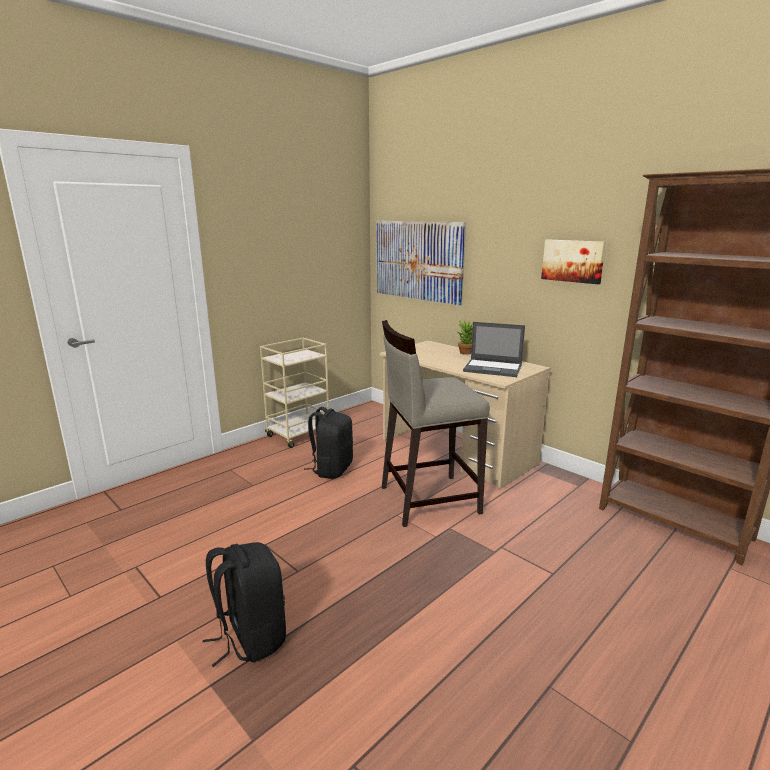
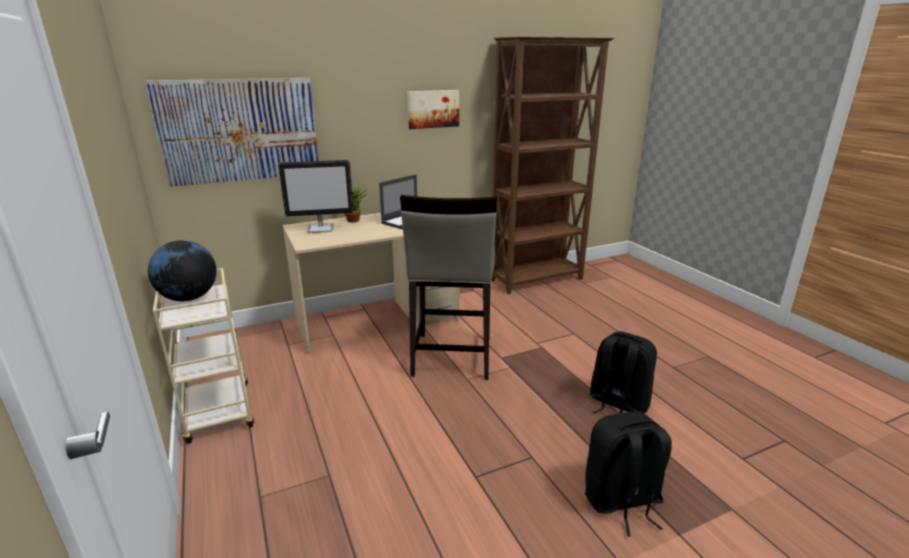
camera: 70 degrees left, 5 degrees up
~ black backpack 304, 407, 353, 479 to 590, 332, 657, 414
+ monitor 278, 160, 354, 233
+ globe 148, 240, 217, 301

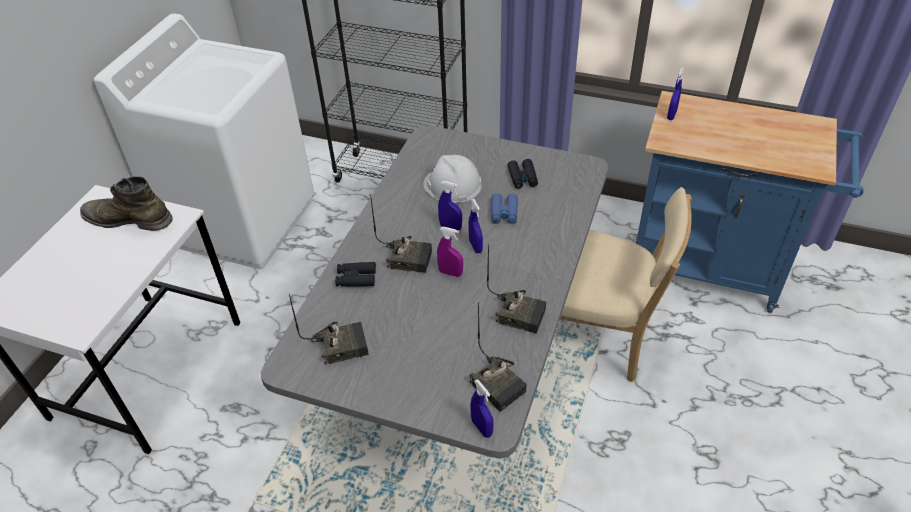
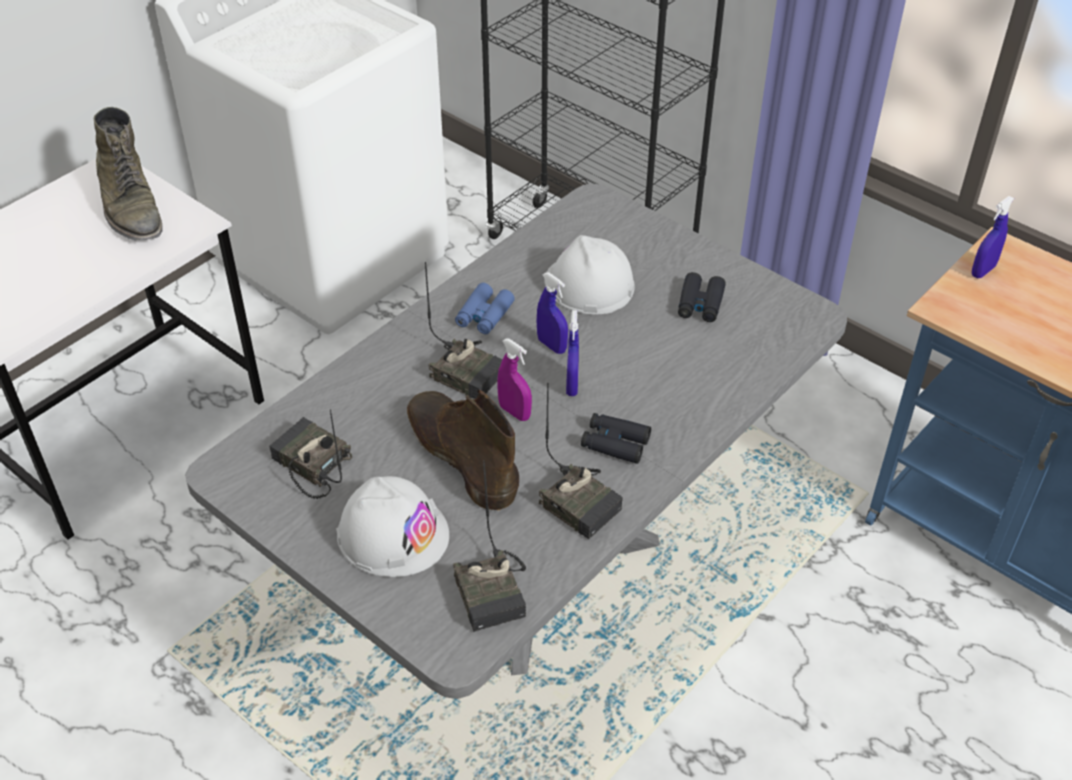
camera: 20 degrees right, 0 degrees up
~ green boot 80, 176, 173, 231 = 94, 107, 163, 241 150 degrees counterclockwise
- beige chair 560, 187, 692, 382
~ blue binoculars 491, 193, 518, 224 to 455, 283, 515, 334
~ black binoculars 335, 262, 376, 287 to 581, 413, 651, 464
~ radio 289, 294, 369, 365 = 269, 409, 352, 499 150 degrees counterclockwise
- blue spray bottle 470, 379, 494, 438
+ brown boot 407, 390, 519, 511
+ white hard hat 336, 476, 449, 577

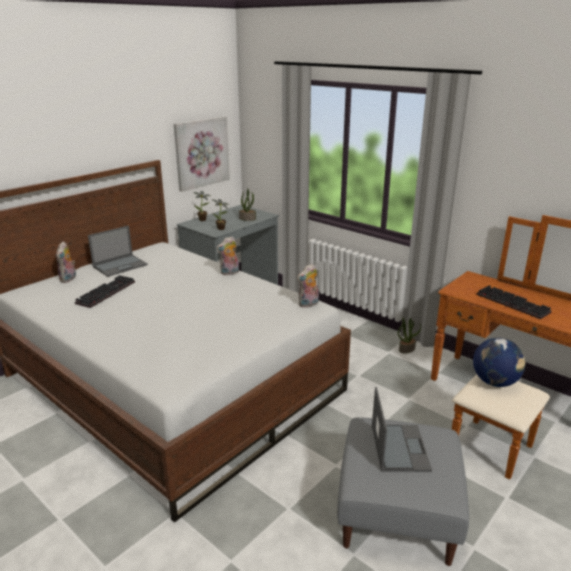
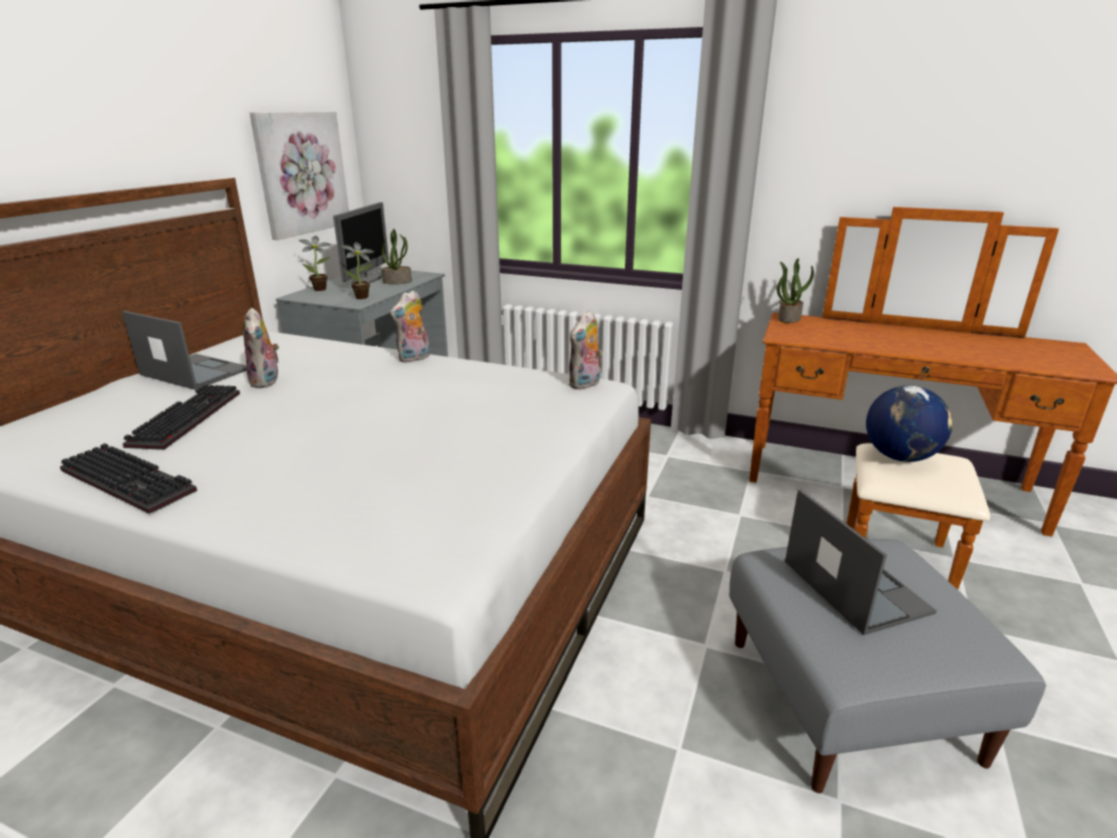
camera: 20 degrees left, 0 degrees up
~ laptop 88, 226, 148, 277 = 122, 311, 247, 390 90 degrees counterclockwise
~ plush toy 56, 241, 76, 283 to 243, 308, 279, 388
~ keyboard 477, 285, 552, 319 to 60, 443, 197, 514
~ potted plant 398, 317, 421, 353 to 777, 258, 814, 323
+ monitor 333, 202, 389, 283

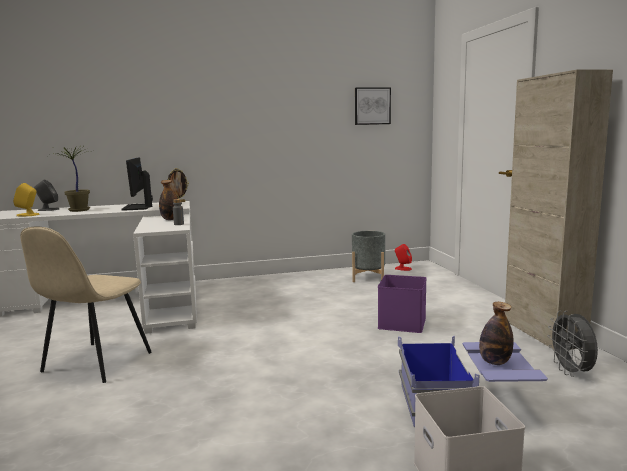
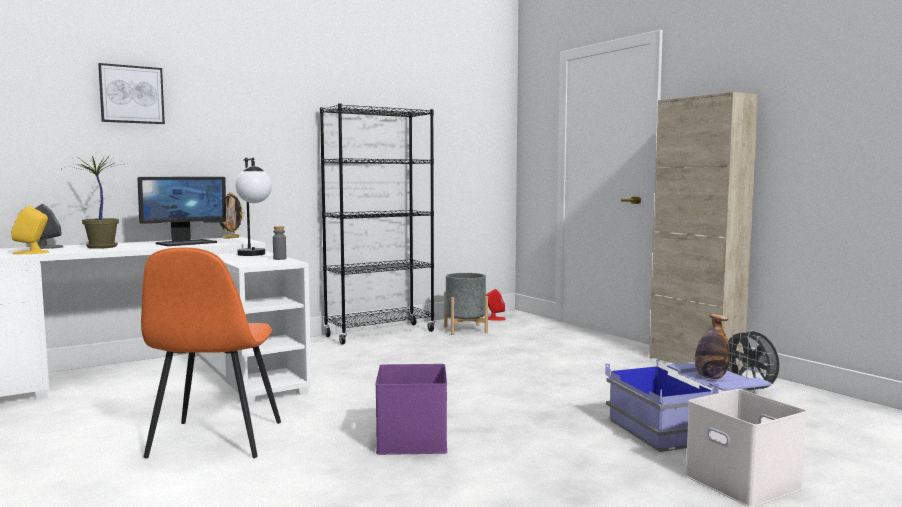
camera: 20 degrees left, 5 degrees down
~ picture 355, 87, 391, 125 to 98, 63, 165, 124
~ monitor 121, 157, 153, 211 = 137, 177, 226, 246 105 degrees counterclockwise
~ bottle 159, 180, 178, 220 to table lamp 235, 158, 272, 256
~ beige chair 20, 227, 152, 383 to orange chair 141, 247, 281, 458
~ purple storage box 378, 275, 427, 333 to 375, 364, 447, 455
+ black bookcase 320, 103, 435, 345

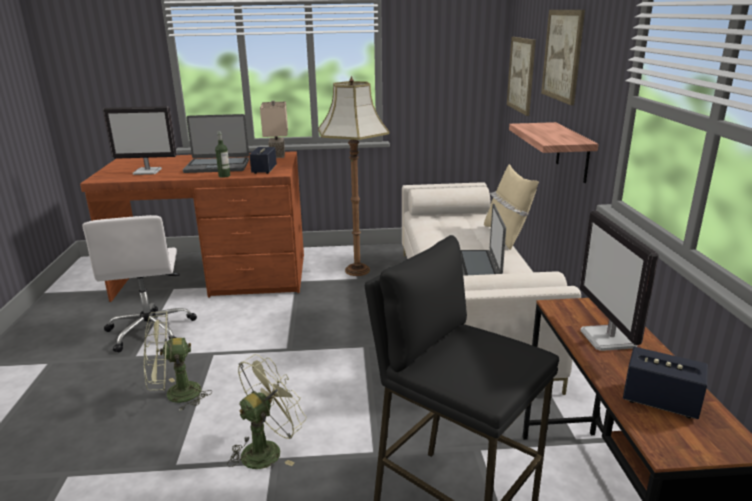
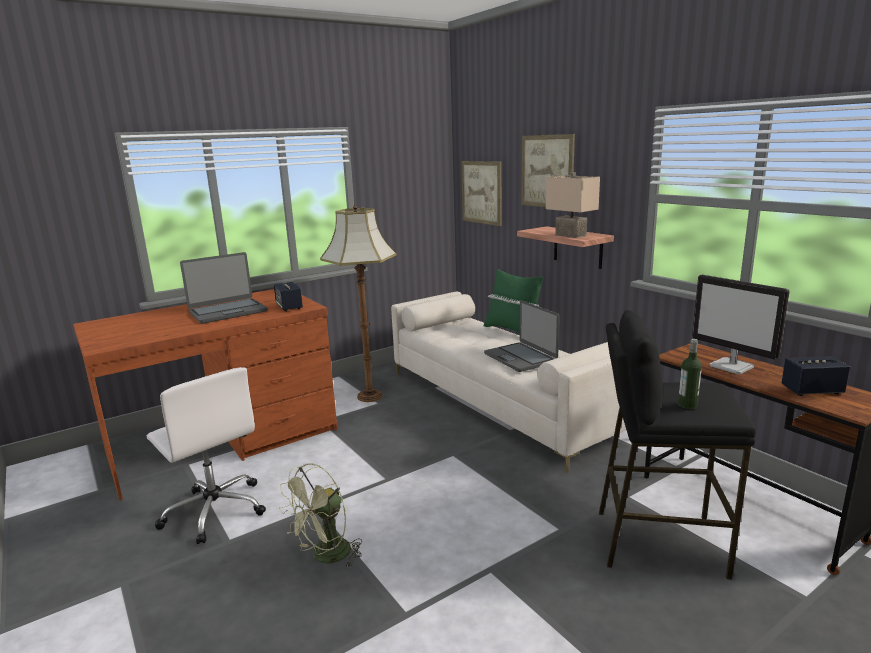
camera: 30 degrees left, 5 degrees down
~ beige table lamp 260, 101, 288, 158 to 546, 172, 600, 238
- monitor 103, 106, 177, 175
~ bottle 215, 132, 230, 178 to 678, 339, 702, 409
~ beige pillow 484, 164, 539, 250 to green pillow 484, 269, 544, 334
- green fan 227, 354, 307, 469

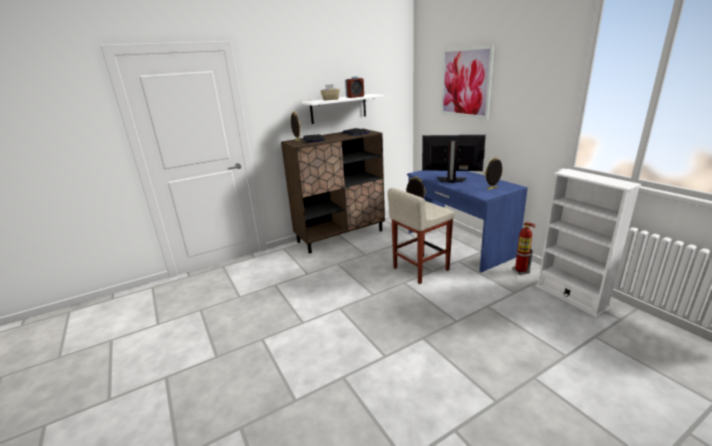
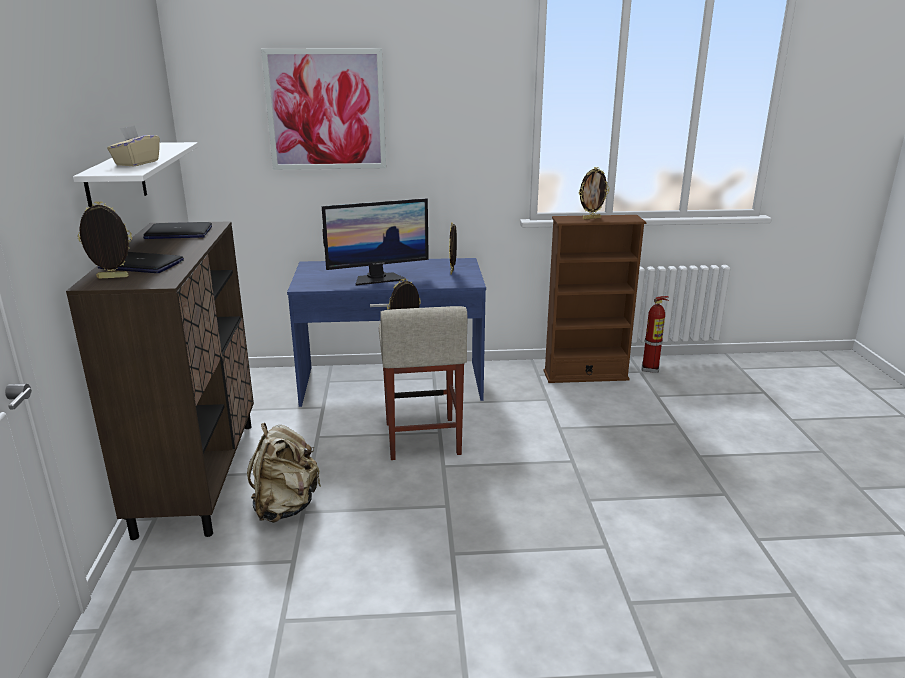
camera: 65 degrees left, 0 degrees up
- alarm clock 345, 76, 364, 98
~ monitor 422, 135, 486, 183 = 322, 198, 429, 286 150 degrees counterclockwise
~ white bookcase 536, 169, 642, 317 to brown bookcase 543, 215, 646, 383
~ fire extinguisher 513, 222, 536, 275 to 641, 296, 669, 373
+ picture frame 579, 167, 609, 220
+ beige backpack 247, 423, 322, 523

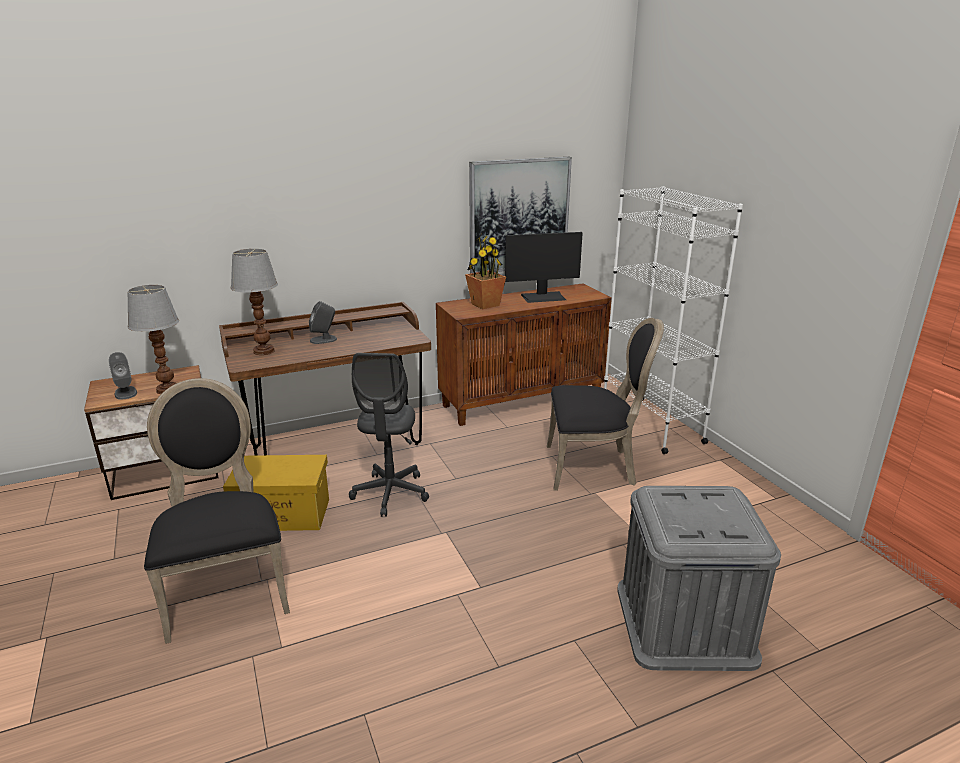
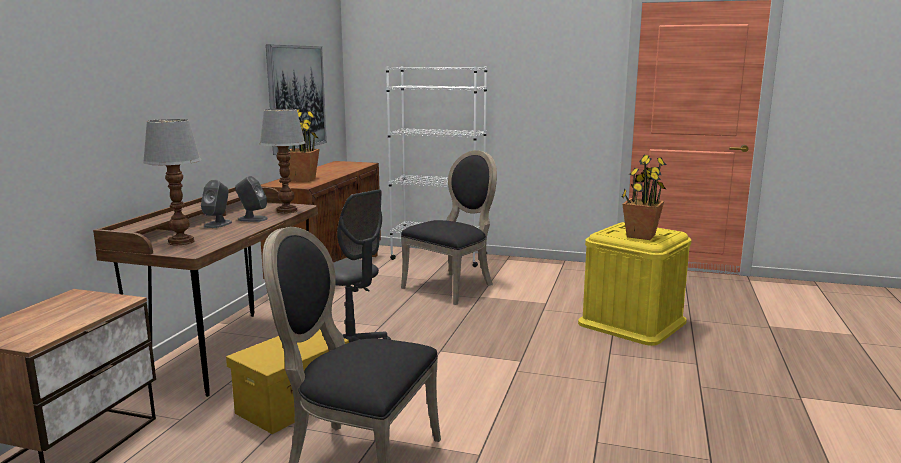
camera: 50 degrees left, 10 degrees down
- monitor 505, 232, 583, 303
~ table lamp 128, 285, 179, 394 to 260, 109, 305, 213
~ grey speaker 109, 352, 137, 400 to 235, 176, 268, 222
~ grey storage box 617, 486, 781, 671 to yellow storage box 578, 222, 692, 346
+ potted plant 622, 155, 666, 240

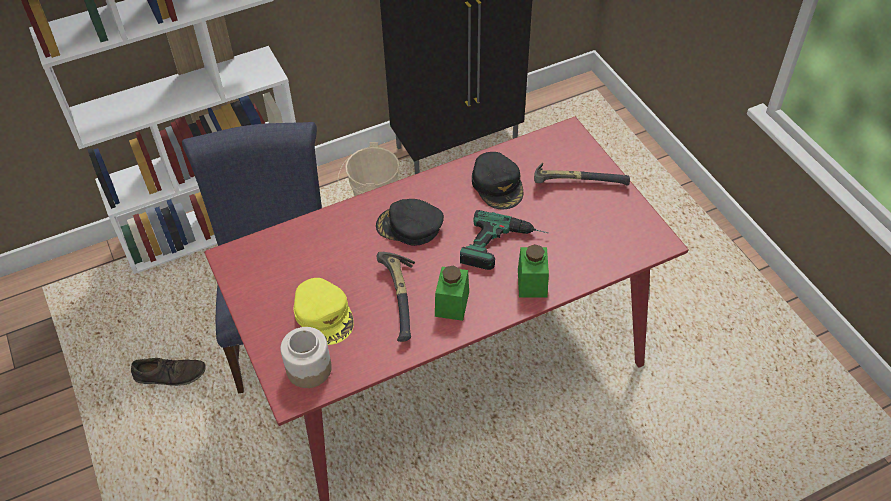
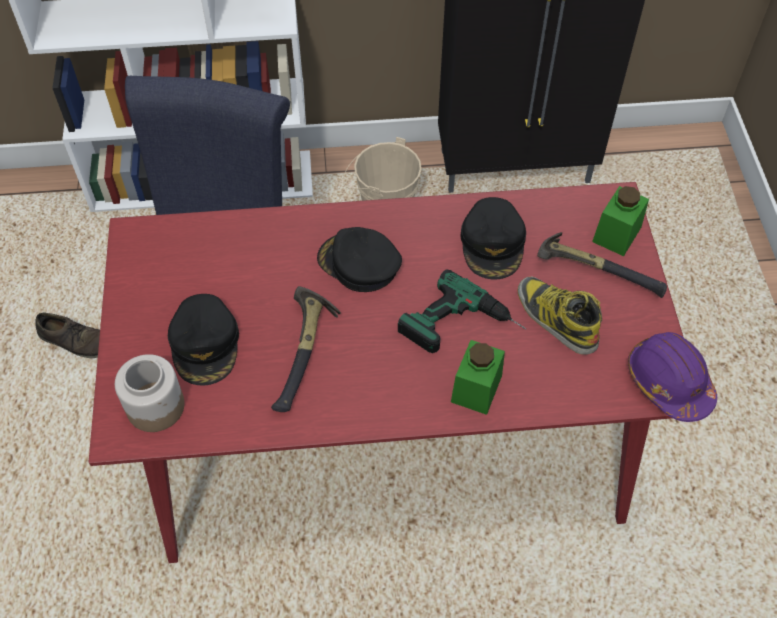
camera: 20 degrees right, 5 degrees up
~ green jar 435, 266, 469, 321 to 592, 186, 649, 256
~ yellow cap 294, 278, 354, 345 to black cap 168, 294, 239, 385
+ boot 518, 277, 602, 355
+ purple hard hat 628, 332, 717, 422

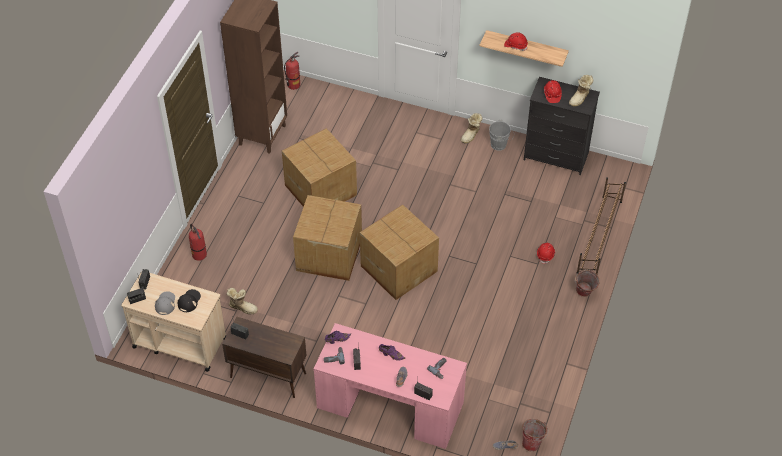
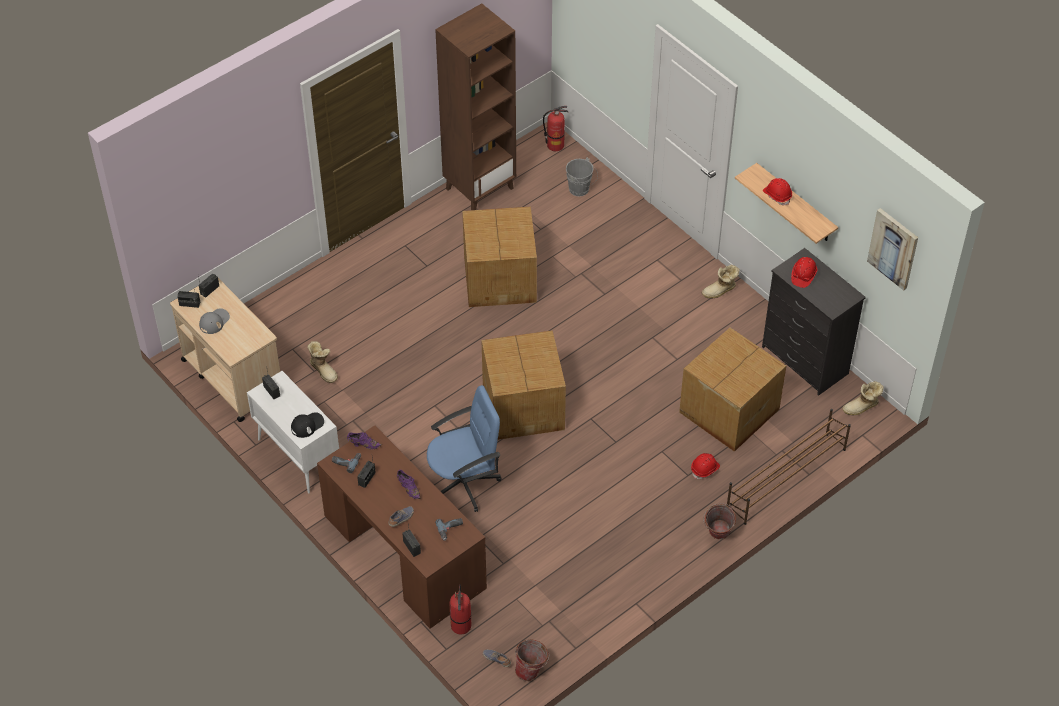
camera: 30 degrees right, 0 degrees up
~ boot 569, 75, 594, 107 to 842, 381, 884, 415
~ grey bucket 489, 119, 513, 151 to 566, 157, 598, 196
~ cardboard box 293, 195, 362, 281 to 679, 328, 786, 452
~ fire extinguisher 189, 224, 207, 261 to 450, 584, 471, 634
~ black cap 178, 289, 201, 312 to 291, 412, 324, 438
~ brown cabinet 222, 317, 307, 398 to white cabinet 247, 371, 339, 494
~ pink desk 314, 323, 467, 449 to brown desk 317, 426, 487, 629
+ picture 867, 208, 918, 291
+ blue office chair 427, 385, 502, 512

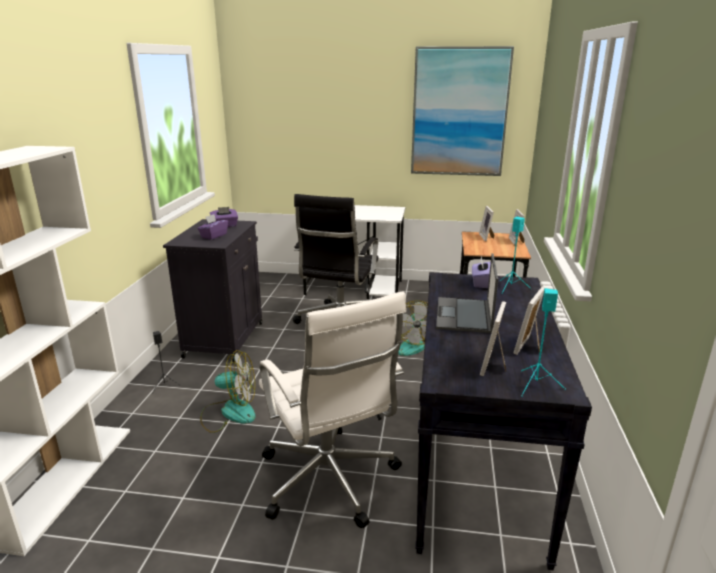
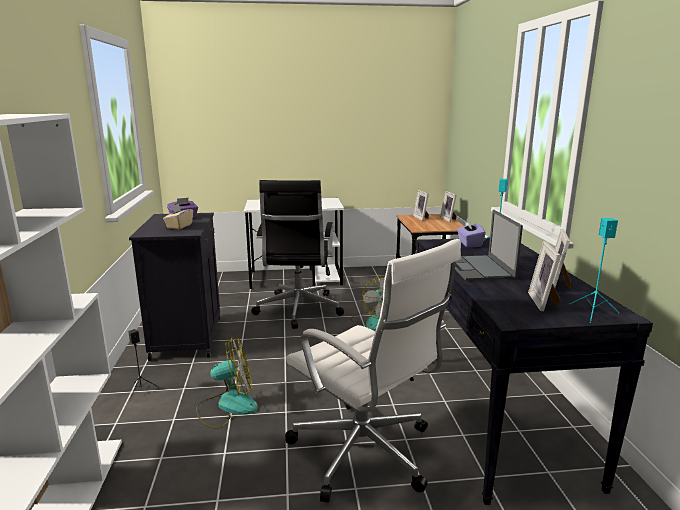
camera: 15 degrees left, 5 degrees down
- picture 411, 46, 514, 176
~ purple tissue box 198, 214, 228, 240 to beige tissue box 163, 203, 193, 229

